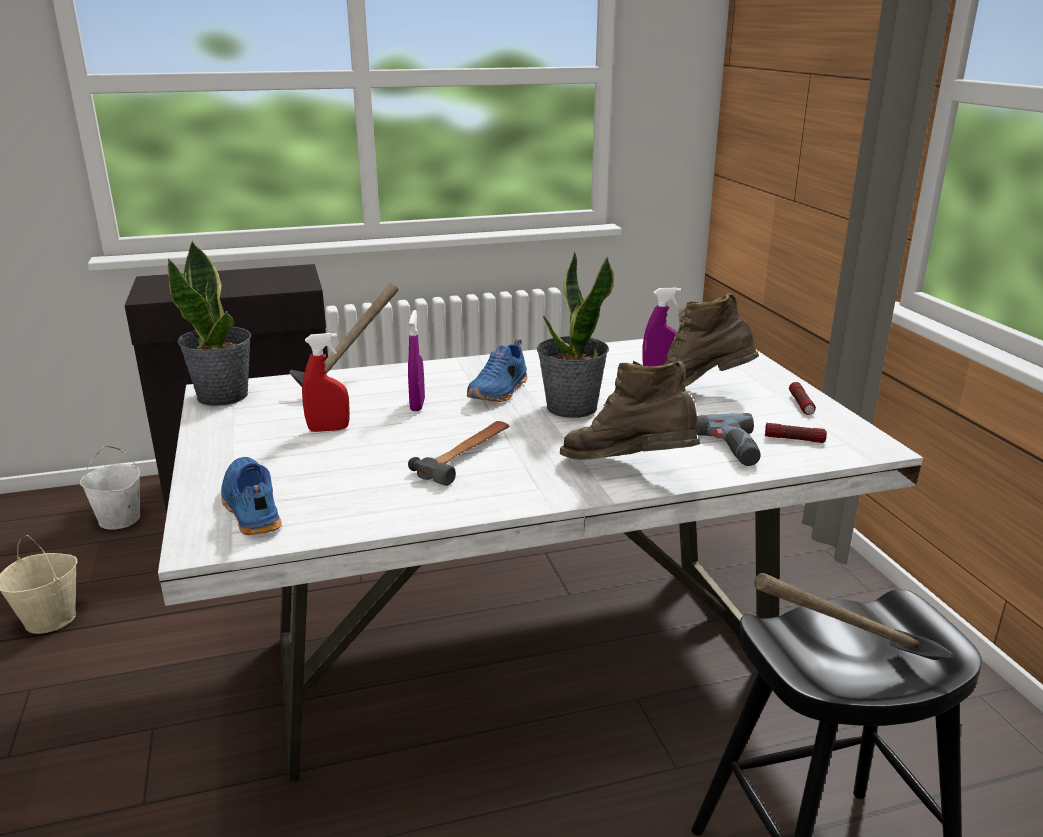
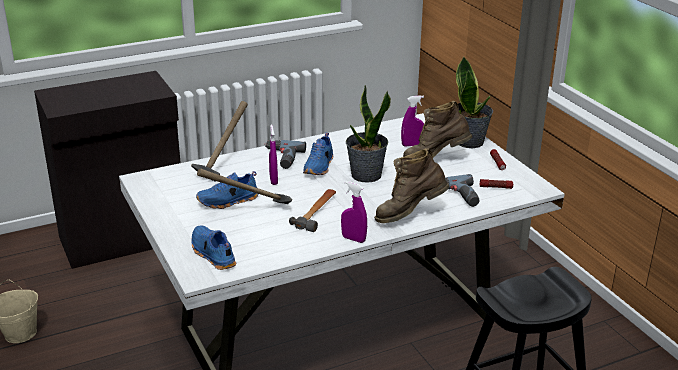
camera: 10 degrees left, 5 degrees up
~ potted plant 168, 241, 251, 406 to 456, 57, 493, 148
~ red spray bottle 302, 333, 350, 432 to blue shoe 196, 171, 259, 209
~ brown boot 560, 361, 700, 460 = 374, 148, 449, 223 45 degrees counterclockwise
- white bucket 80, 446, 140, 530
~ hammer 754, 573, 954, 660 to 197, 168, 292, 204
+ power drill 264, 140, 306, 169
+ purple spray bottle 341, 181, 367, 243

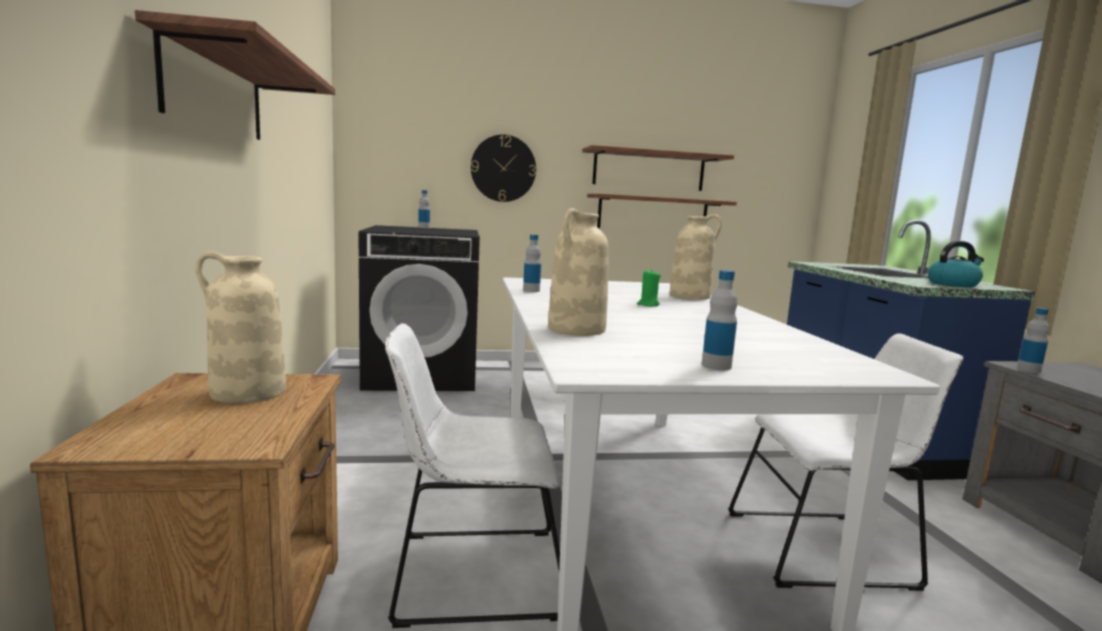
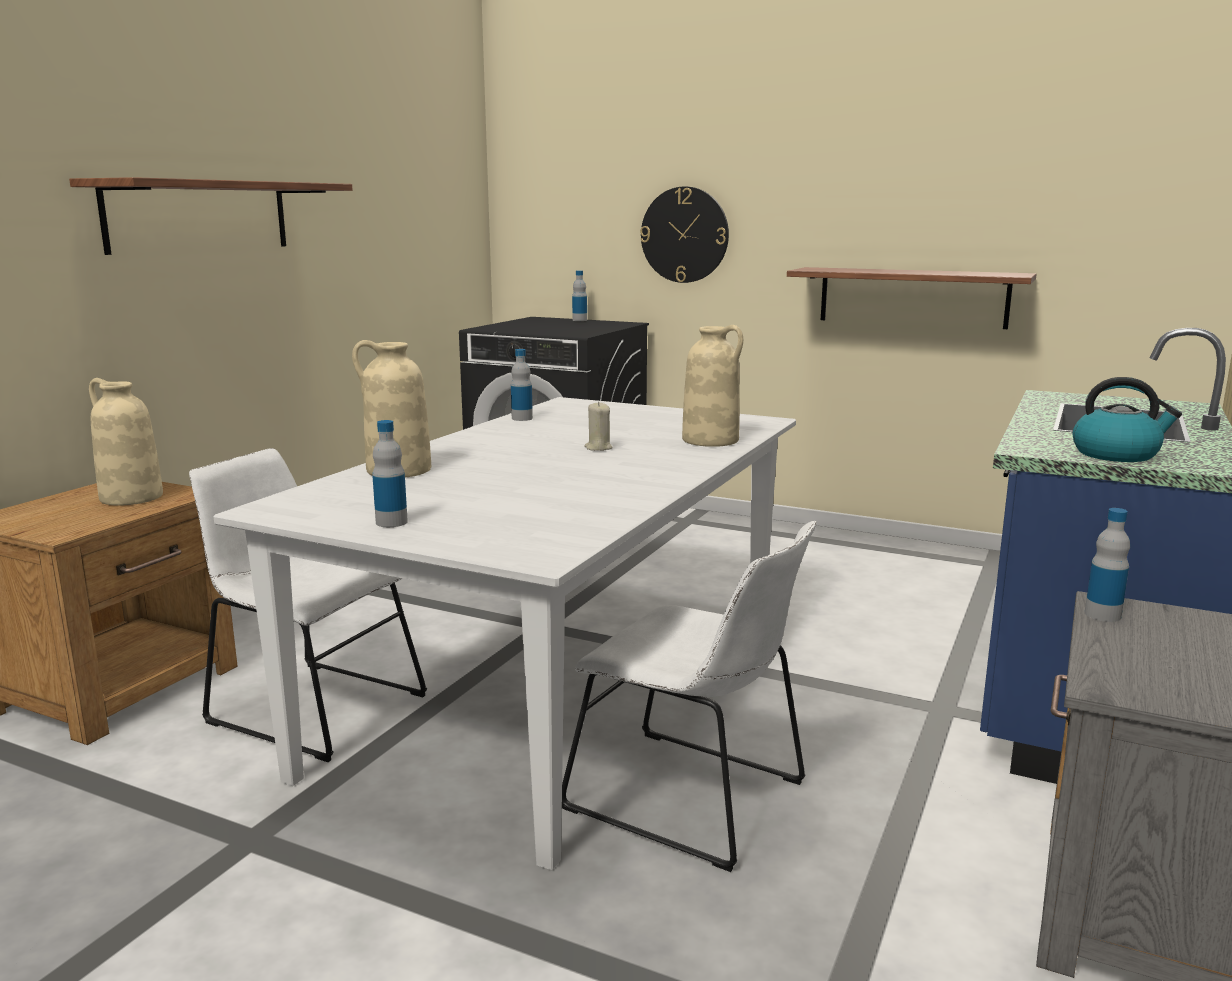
camera: 35 degrees right, 5 degrees up
- shelf 582, 145, 734, 191
~ green candle 637, 269, 661, 306 to beige candle 584, 402, 613, 451

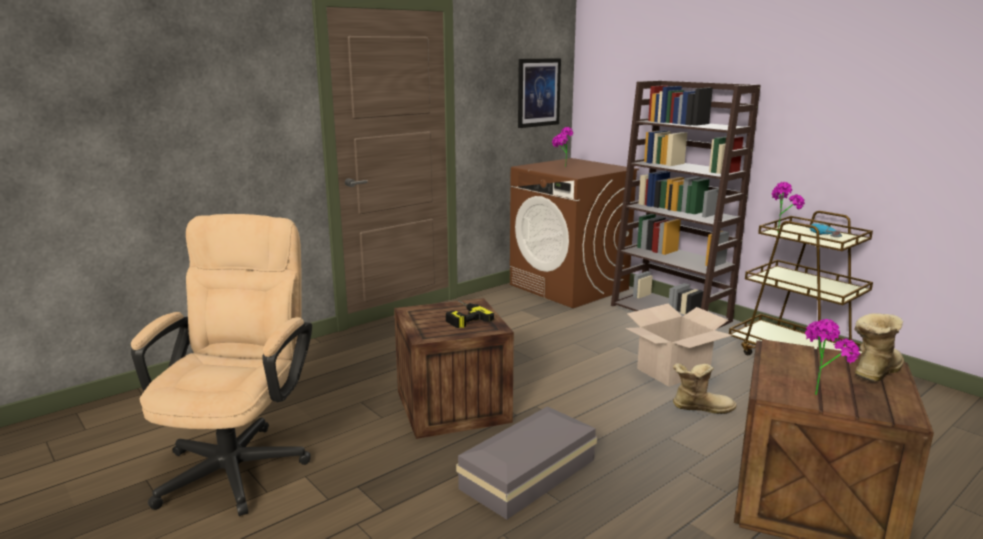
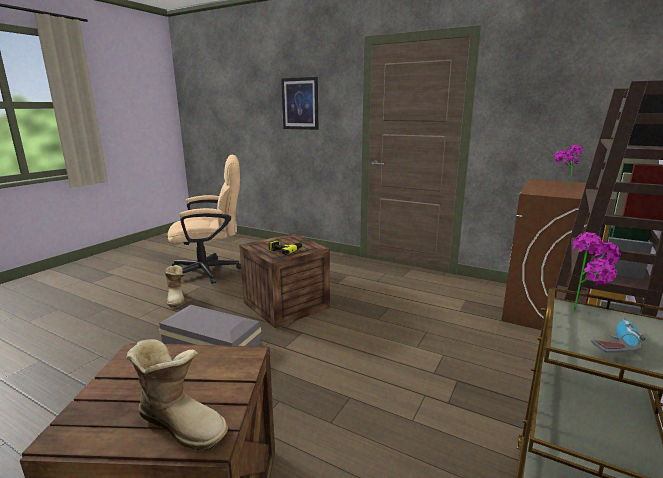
camera: 70 degrees right, 0 degrees up
~ picture 518, 58, 561, 128 to 281, 77, 318, 130
- cardboard box 626, 303, 733, 387
- potted plant 805, 319, 860, 395
~ boot 673, 363, 736, 414 to 164, 265, 186, 307

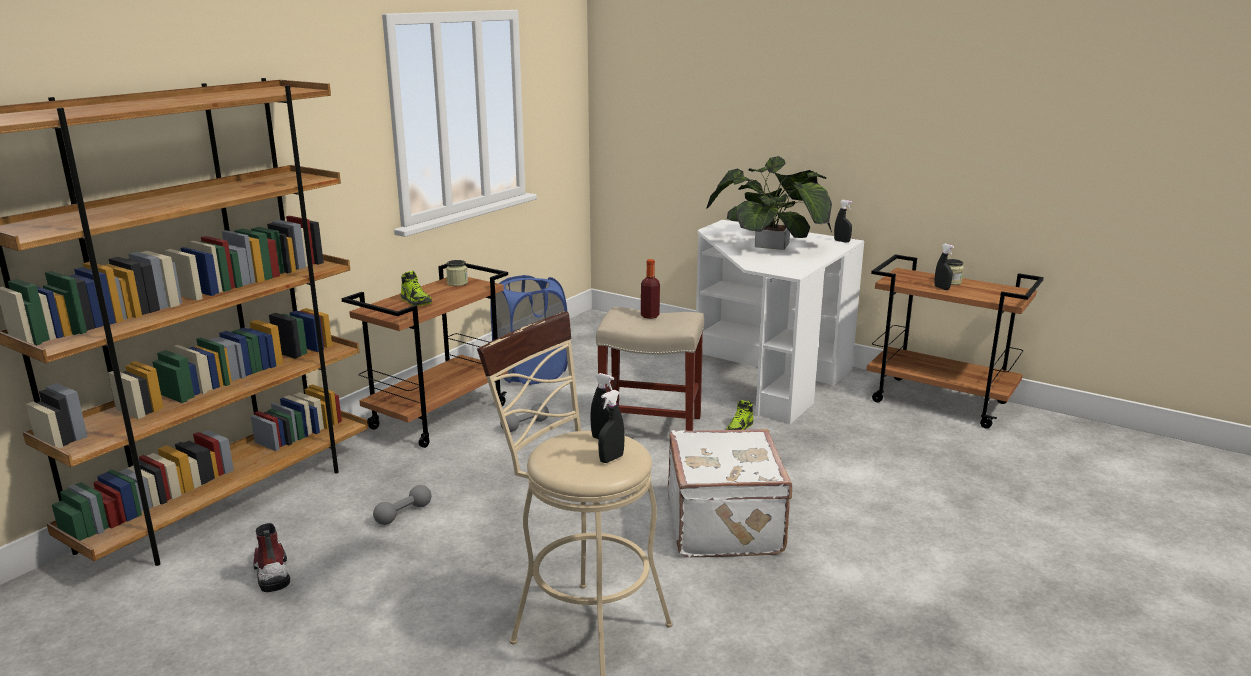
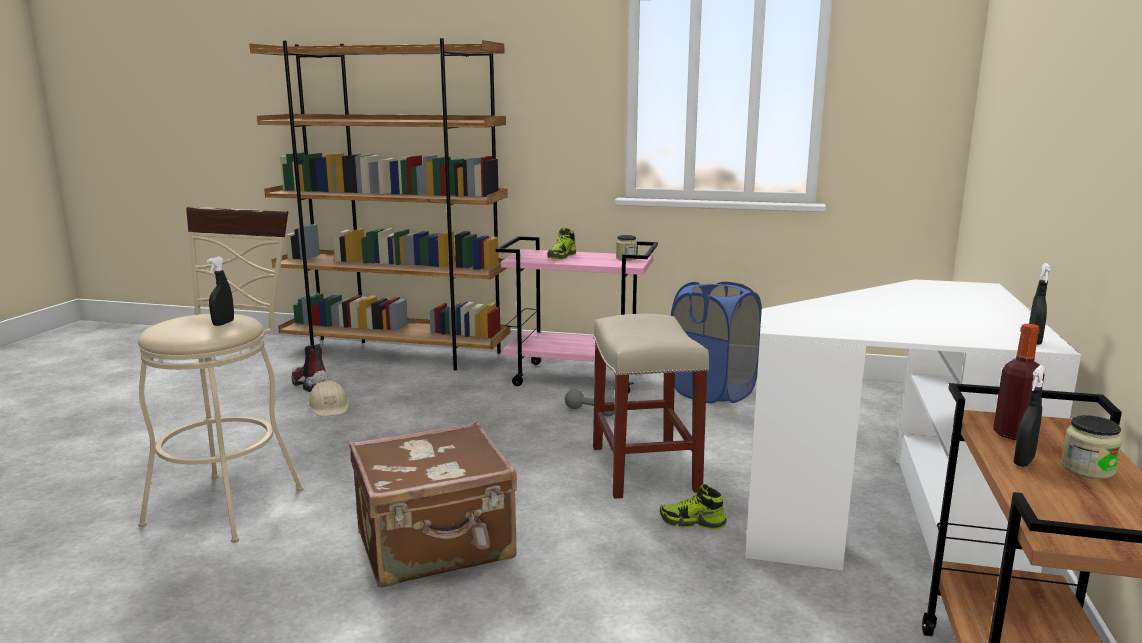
camera: 70 degrees right, 5 degrees down
- potted plant 706, 156, 832, 250
~ bottle 641, 259, 660, 319 to 993, 324, 1045, 440
~ brown cart 342, 263, 508, 448 to pink cart 496, 236, 658, 394
- black spray bottle 598, 390, 625, 463
~ white suitcase 668, 429, 793, 557 to brown suitcase 349, 421, 517, 588
- grey dumbbell 373, 485, 431, 525
~ boot 253, 523, 290, 592 = 292, 344, 328, 392 90 degrees counterclockwise
+ beige hard hat 308, 380, 349, 417

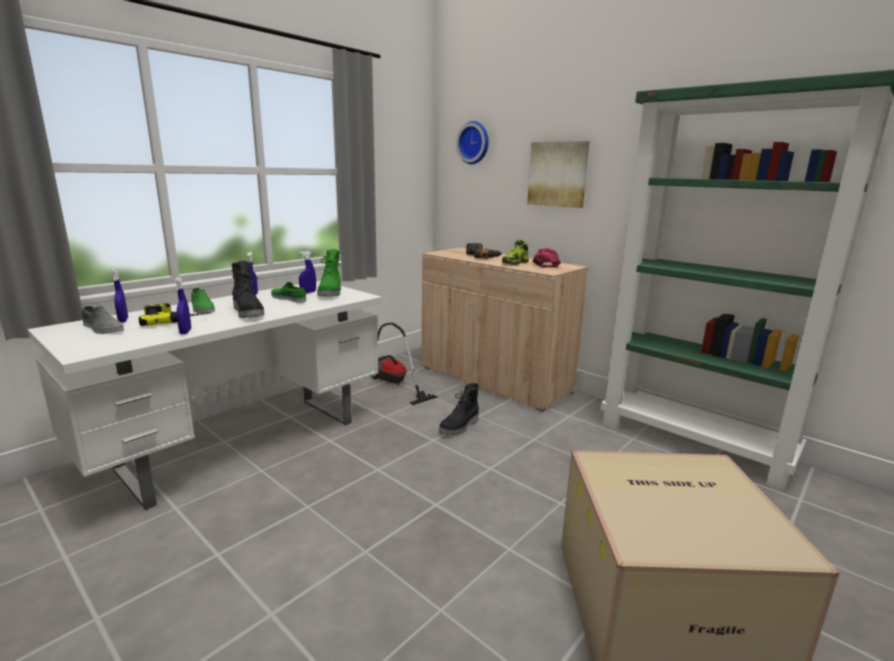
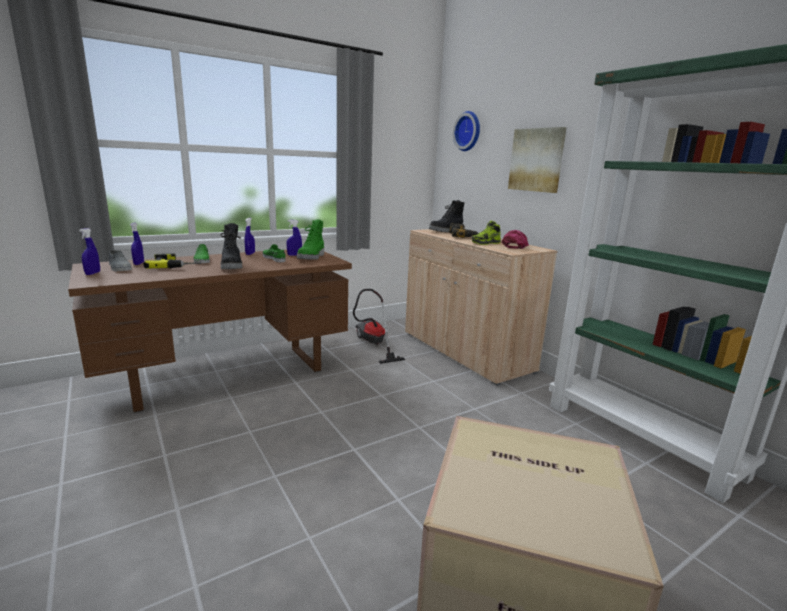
camera: 15 degrees right, 0 degrees up
~ blue spray bottle 174, 277, 191, 334 to 79, 228, 100, 275
~ white desk 28, 281, 382, 510 to brown desk 68, 249, 352, 413
~ black boot 439, 383, 479, 435 to 429, 200, 465, 232

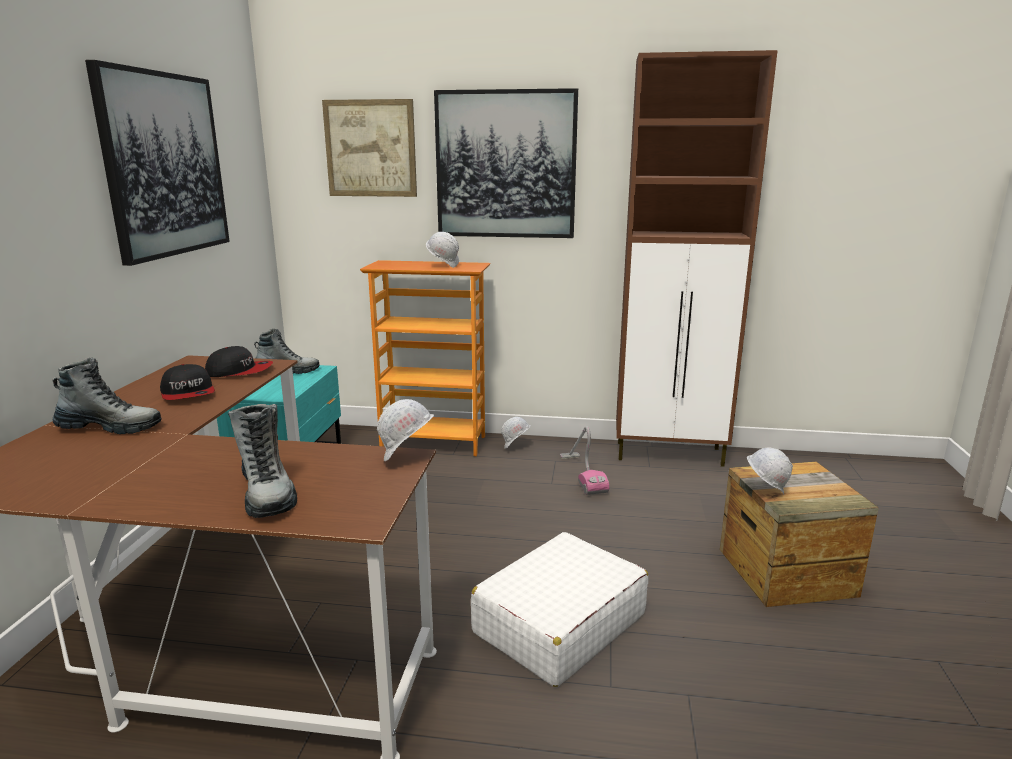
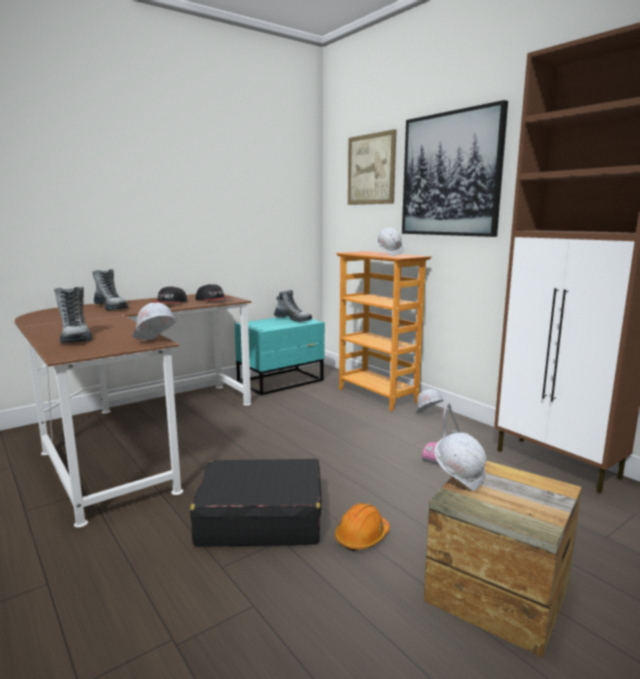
camera: 45 degrees right, 5 degrees down
- picture 85, 60, 230, 266
~ boot 228, 404, 297, 518 = 54, 287, 92, 344 45 degrees counterclockwise
~ white suitcase 471, 532, 648, 687 to black suitcase 190, 459, 321, 547
+ orange hard hat 335, 503, 390, 551

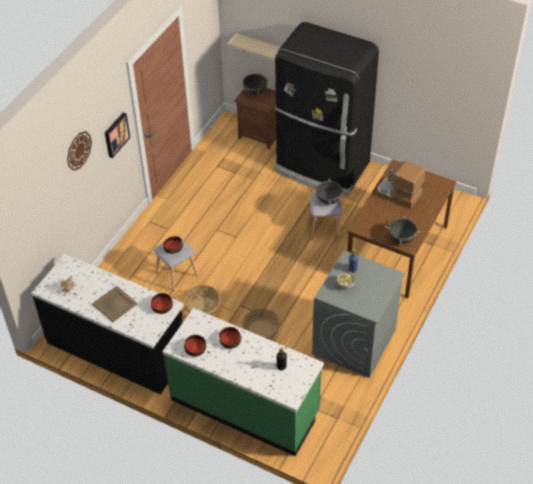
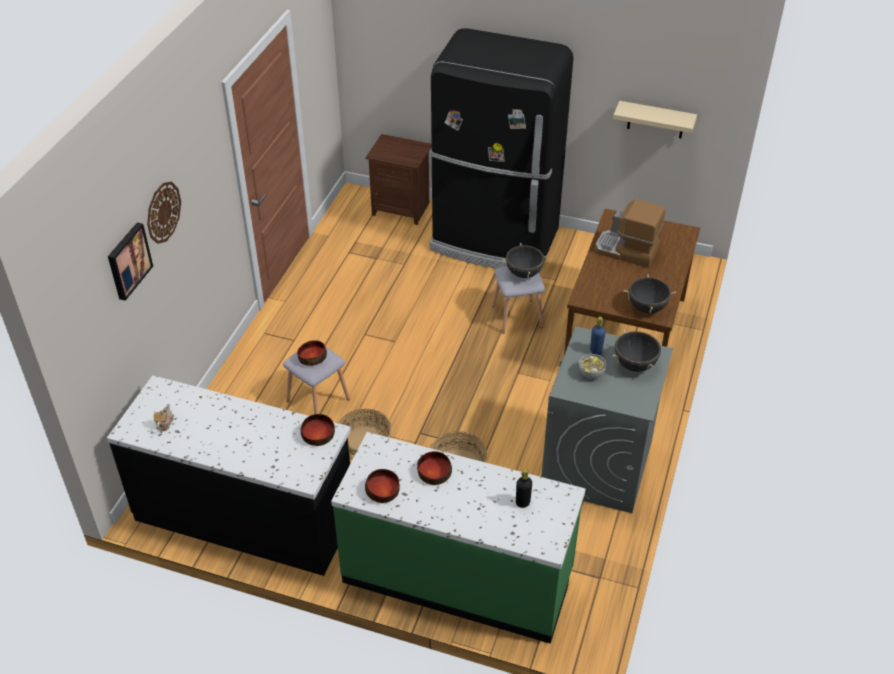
camera: 10 degrees left, 5 degrees down
~ beige shelf 228, 33, 280, 61 to 613, 101, 697, 138
~ black cooking pot 240, 73, 270, 95 to 613, 329, 663, 372
~ picture 105, 113, 130, 158 to 108, 222, 153, 301
- beige tray 92, 286, 137, 322

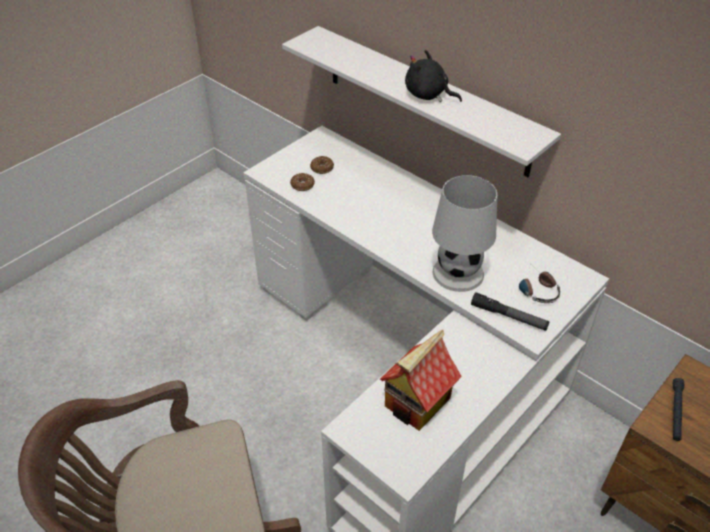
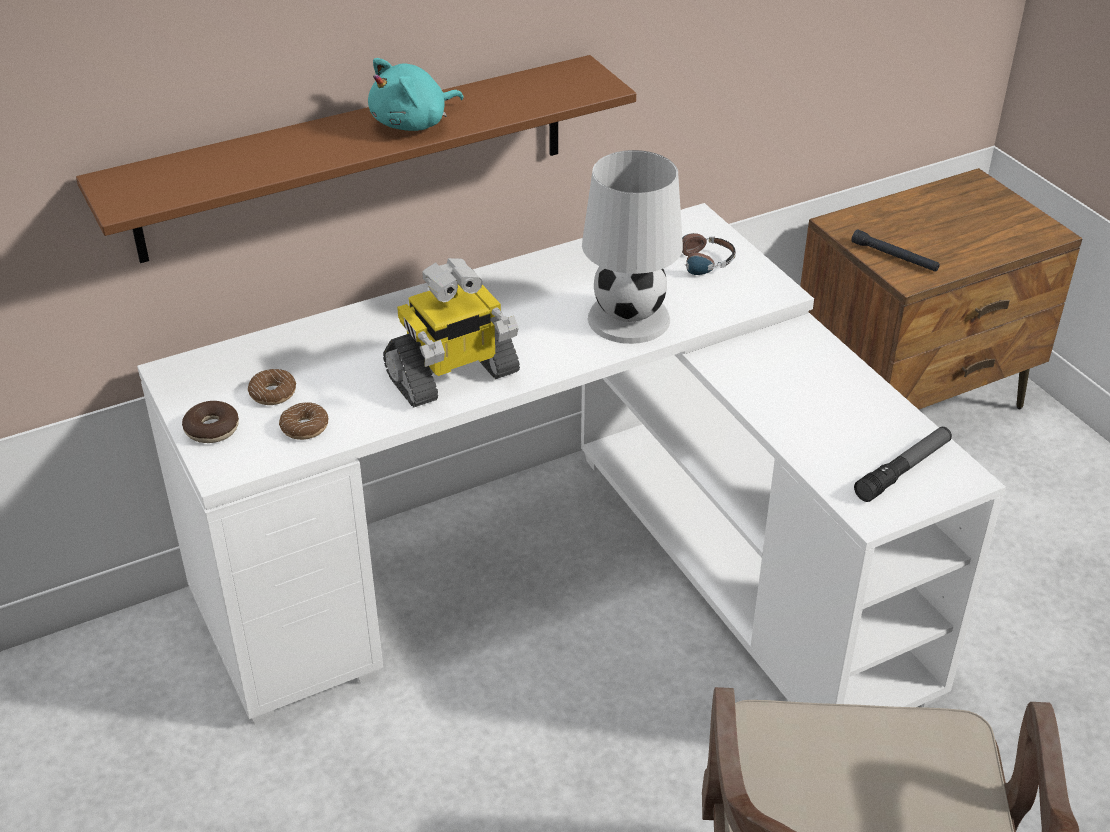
camera: 70 degrees left, 5 degrees down
~ white shelf 282, 26, 561, 177 to brown shelf 76, 55, 636, 263
~ black plush toy 405, 50, 462, 102 to turquoise plush toy 368, 58, 463, 131
~ flashlight 471, 292, 549, 331 to 854, 427, 952, 502
- toy house 380, 330, 462, 431
+ toy robot 383, 258, 520, 408
+ donut 182, 401, 239, 443

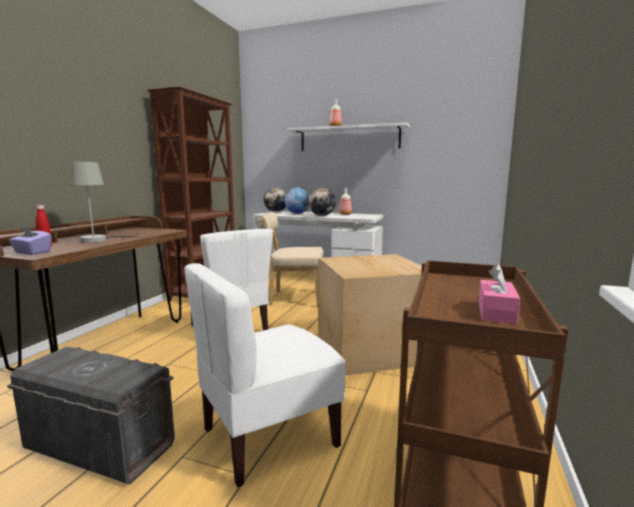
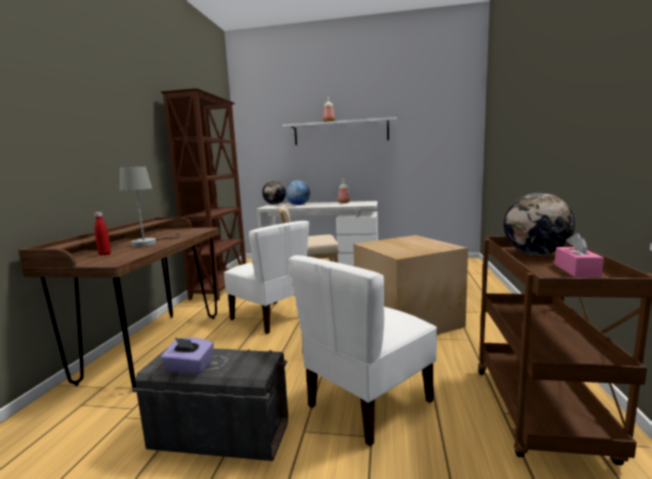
camera: 10 degrees left, 0 degrees up
~ globe 308, 188, 336, 216 to 504, 193, 575, 255
~ purple tissue box 9, 226, 52, 255 to 161, 338, 214, 375

